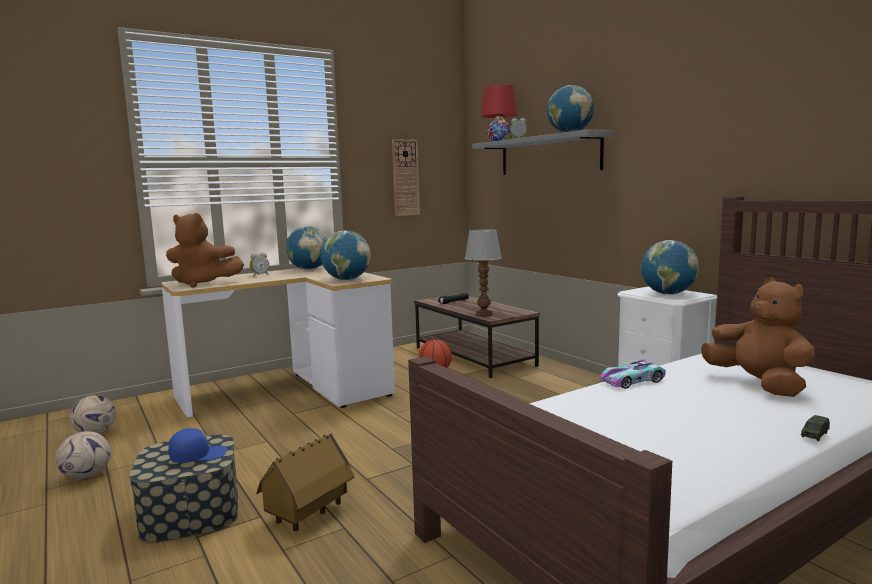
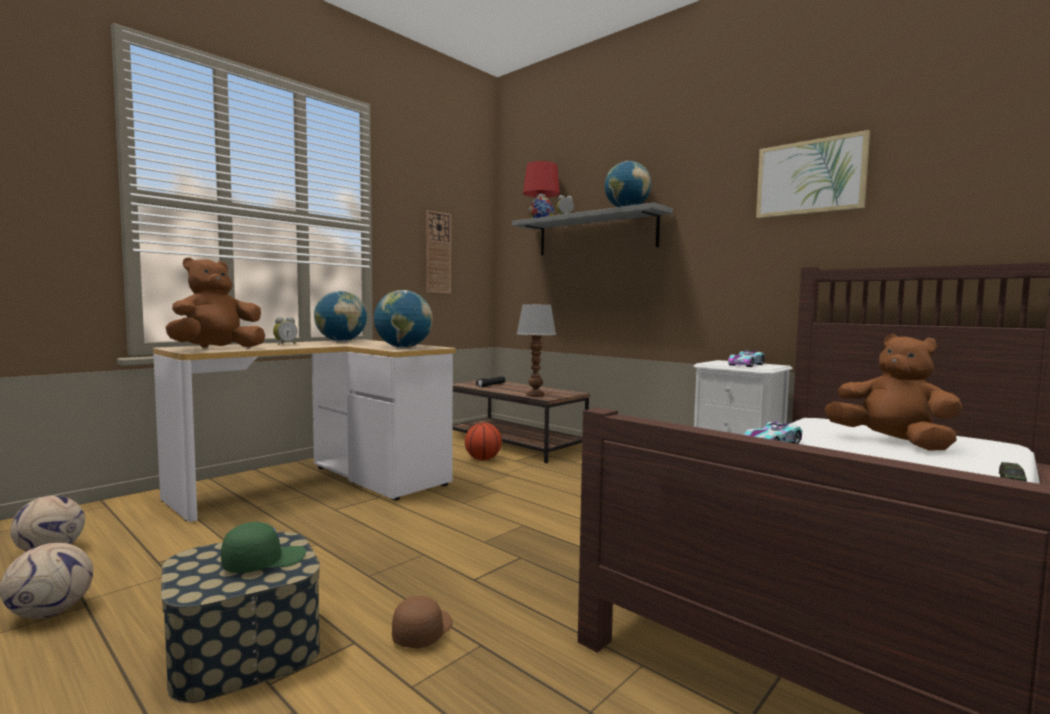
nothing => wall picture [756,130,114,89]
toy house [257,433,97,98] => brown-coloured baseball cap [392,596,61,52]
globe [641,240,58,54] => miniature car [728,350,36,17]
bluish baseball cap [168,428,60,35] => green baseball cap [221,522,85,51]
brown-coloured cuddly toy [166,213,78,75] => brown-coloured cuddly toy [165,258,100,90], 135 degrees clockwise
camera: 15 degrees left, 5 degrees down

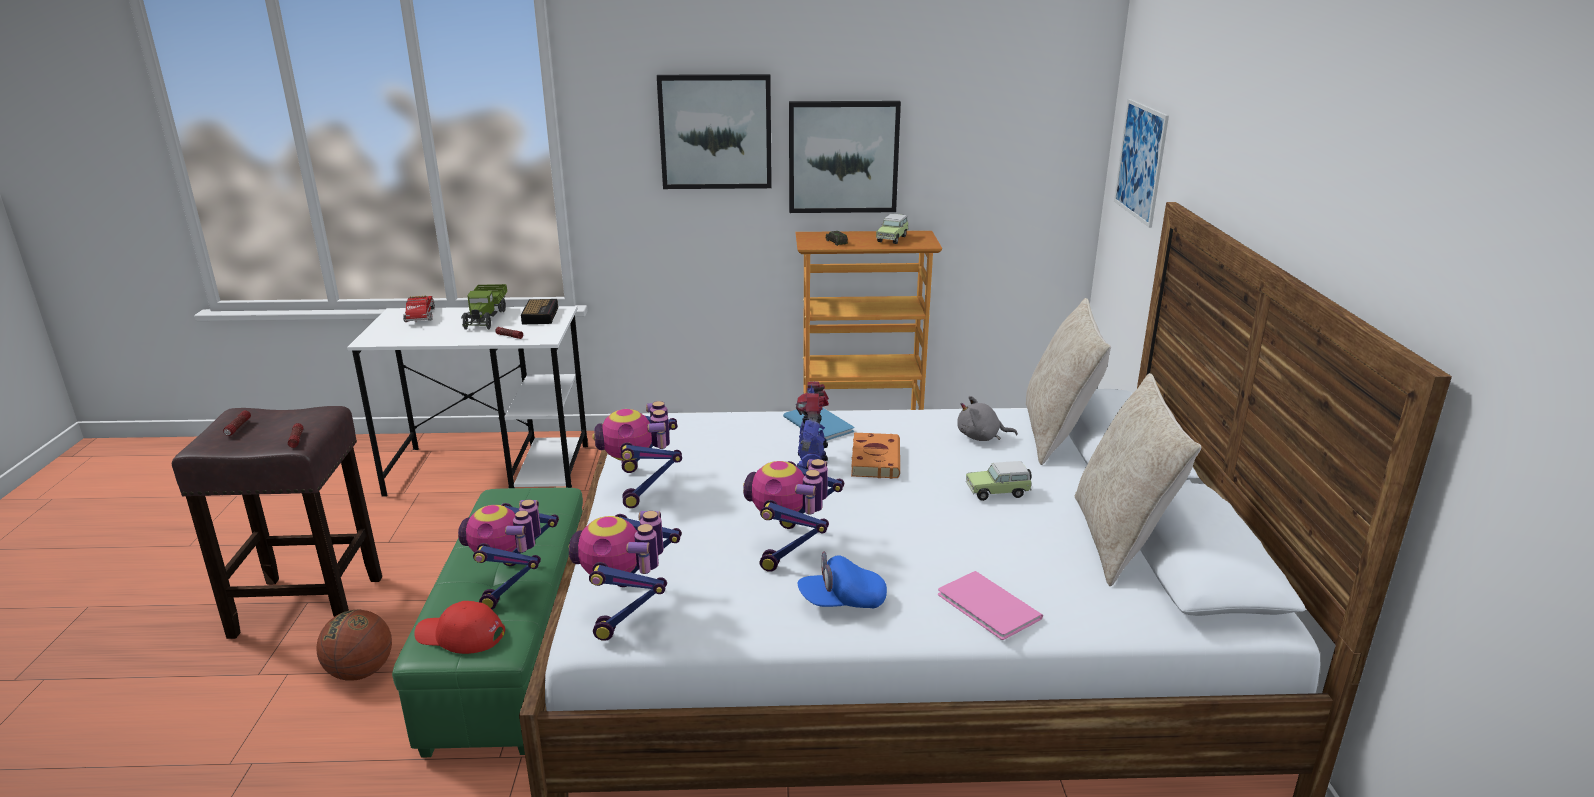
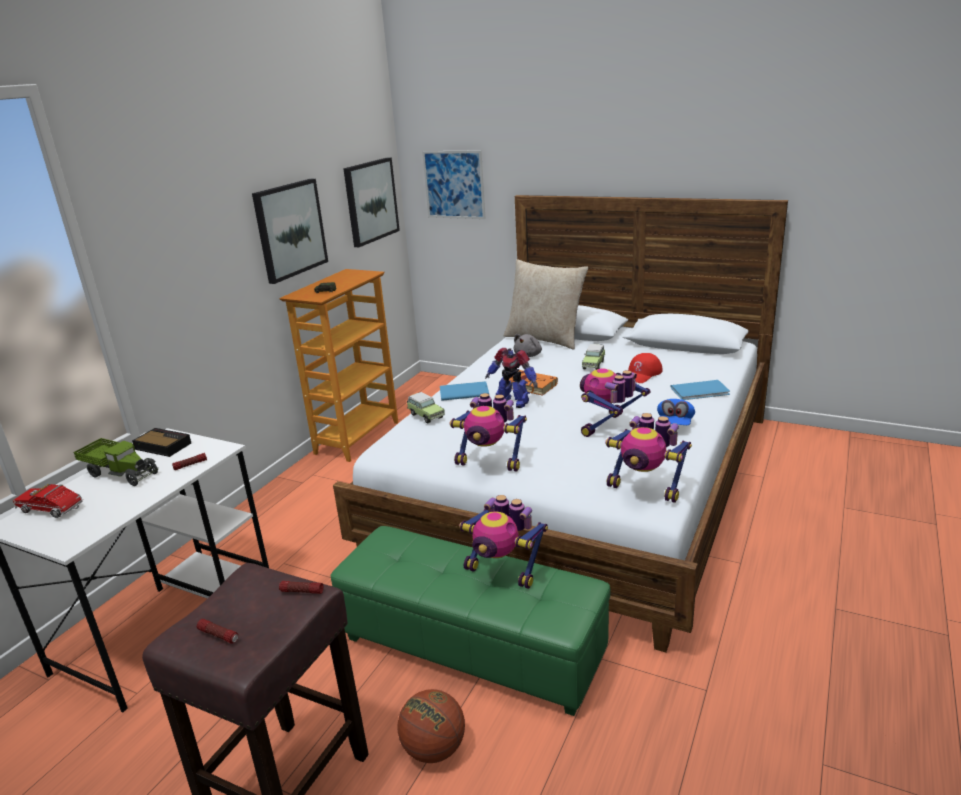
beige-coloured throw pillow [1075,373,126,213] => nothing
reddish baseball cap [414,601,91,53] => reddish baseball cap [628,353,35,30], moved
wall picture [657,74,115,115] => wall picture [343,158,57,89], moved
miniature car [876,214,33,30] => miniature car [407,392,38,31], moved
pinkish book [938,571,105,69] => bluish book [670,380,60,20]
robot figure [743,459,101,113] => robot figure [580,368,70,69], 90 degrees clockwise
camera: 60 degrees left, 0 degrees up

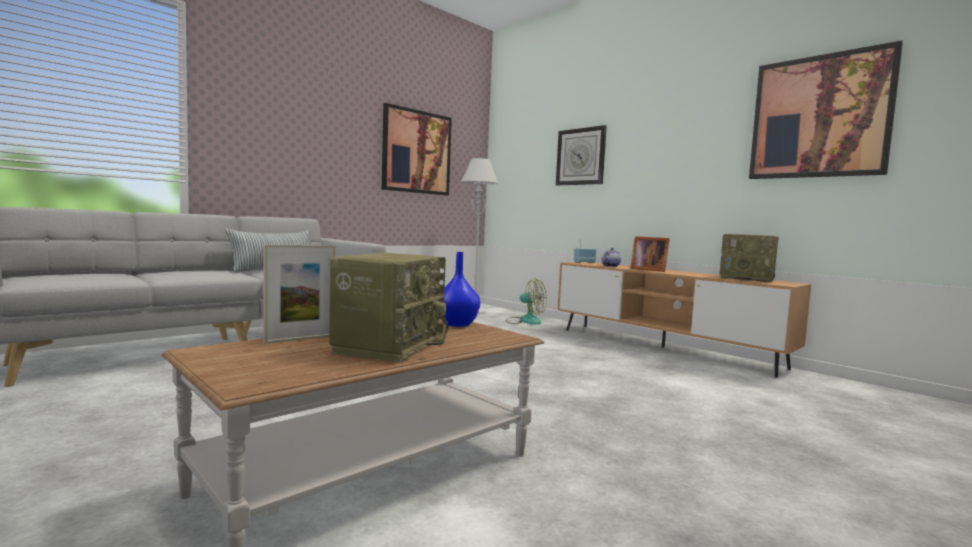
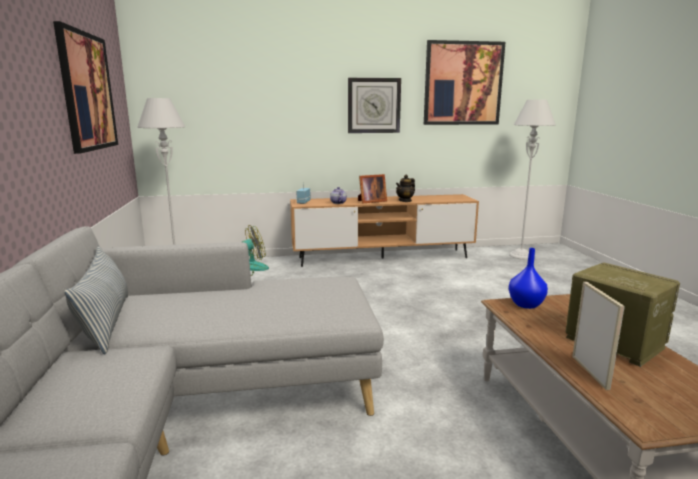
radio [720,234,59,49] => nothing
nothing => tea pot [396,175,19,27]
nothing => grey floor lamp [509,100,47,160]
wall clock [556,125,51,60] => wall clock [348,78,53,55], moved
camera: 55 degrees left, 10 degrees up

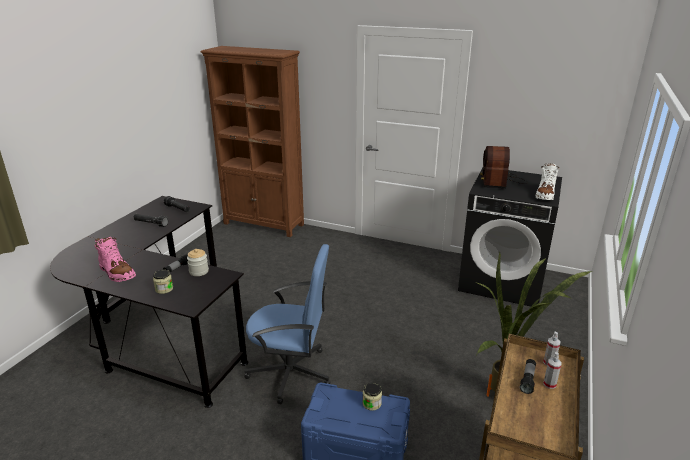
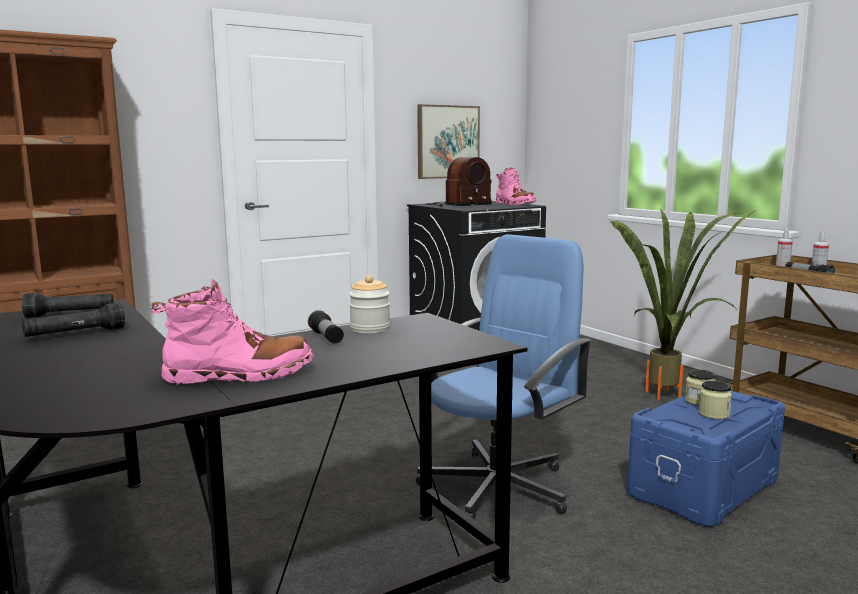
nothing => wall picture [417,104,63,75]
storage jar [153,270,20,24] => storage jar [699,381,33,38], moved
whitish boot [535,164,24,36] => pinkish boot [496,167,40,39]
radio [480,146,48,42] => radio [426,157,66,50], 75 degrees counterclockwise
camera: 55 degrees left, 15 degrees down

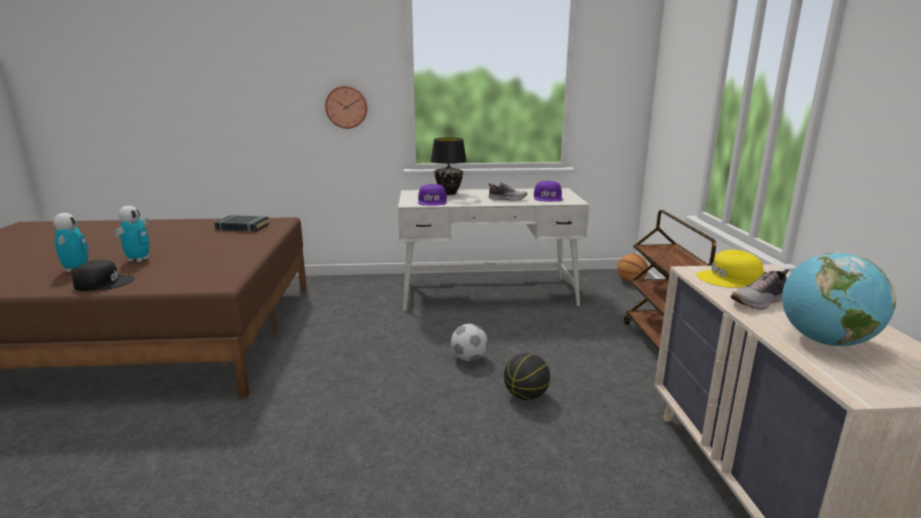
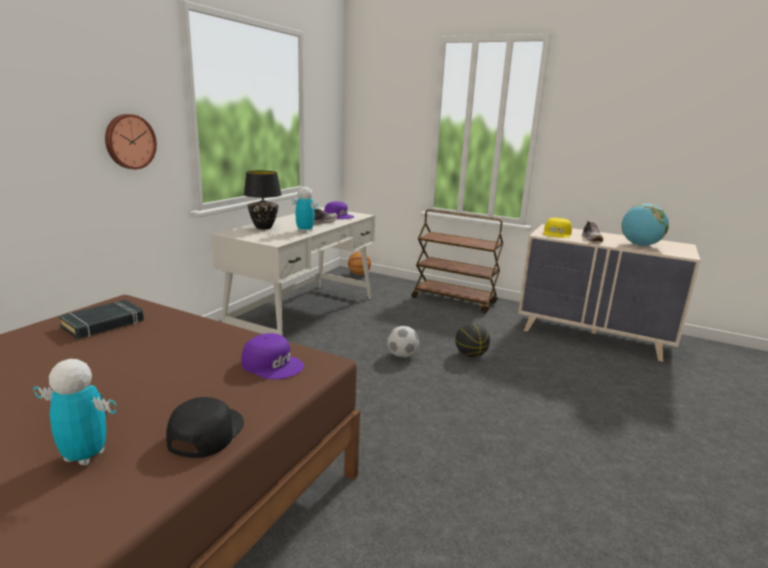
robot figure [113,206,37,56] => robot figure [292,187,27,46], moved
purple-coloured baseball cap [418,184,29,22] => purple-coloured baseball cap [241,333,63,46], moved
camera: 60 degrees left, 0 degrees up

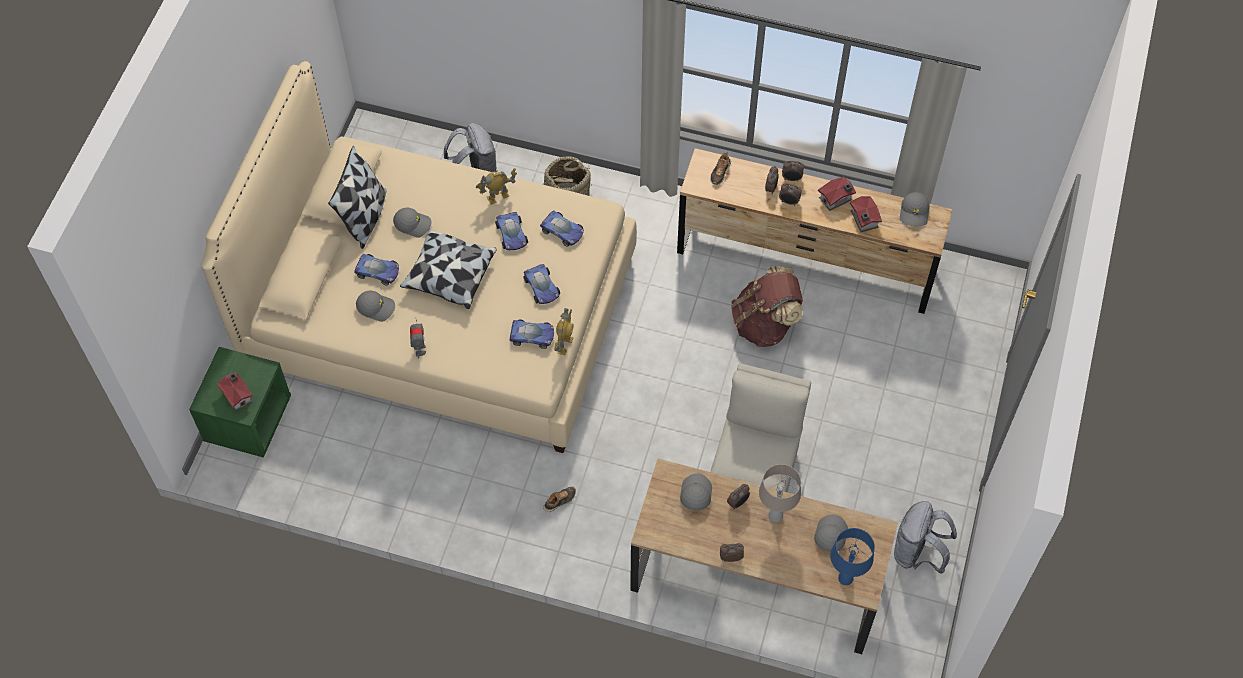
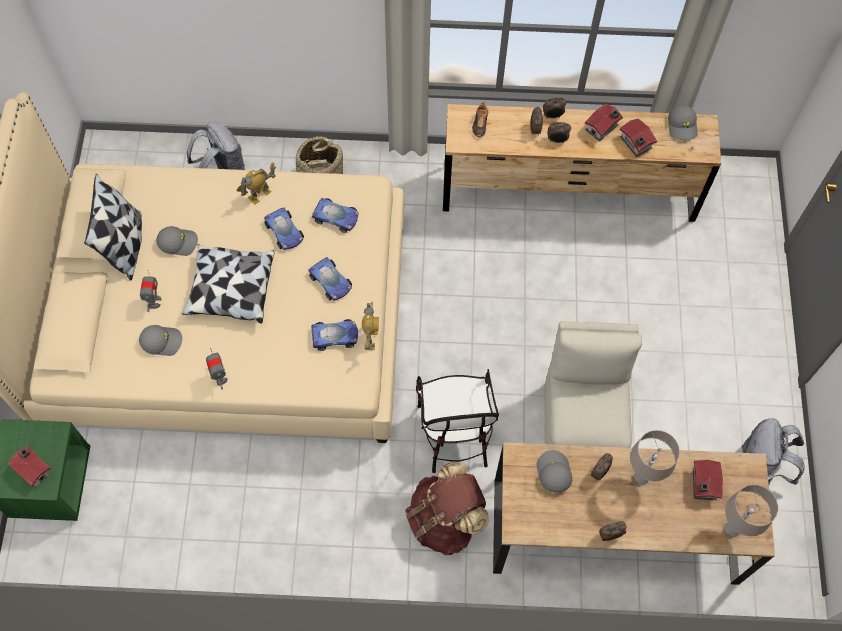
item of footwear [543,487,33,25] => nothing
nothing => plain chair [416,369,83,104]
brown-coloured knapsack [731,266,72,81] => brown-coloured knapsack [405,462,84,93], moved
miniature car [354,254,45,32] => robot figure [140,270,22,42]
grey baseball cap [814,514,34,38] => toy house [693,460,30,40]
bluish lamp for a table [830,528,45,57] => beige-coloured lamp for a table [725,485,53,52]
camera: 15 degrees left, 5 degrees up

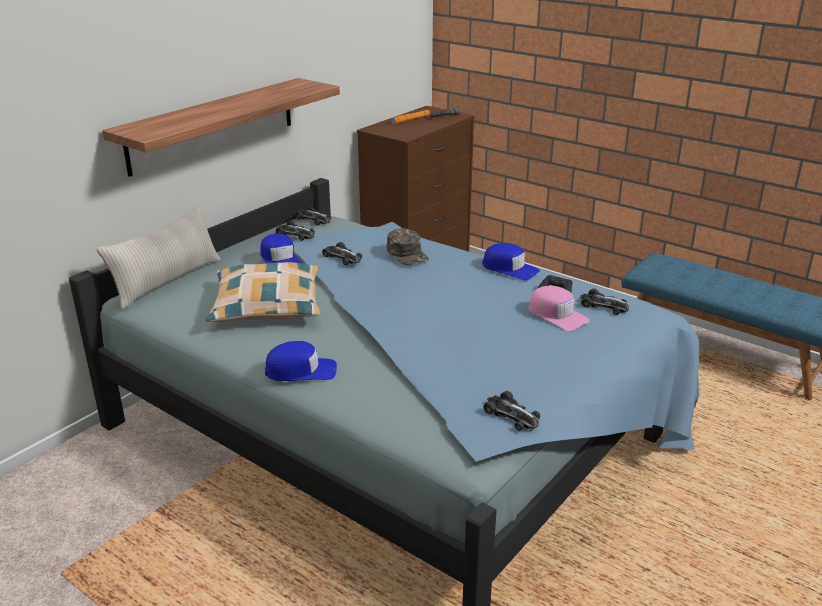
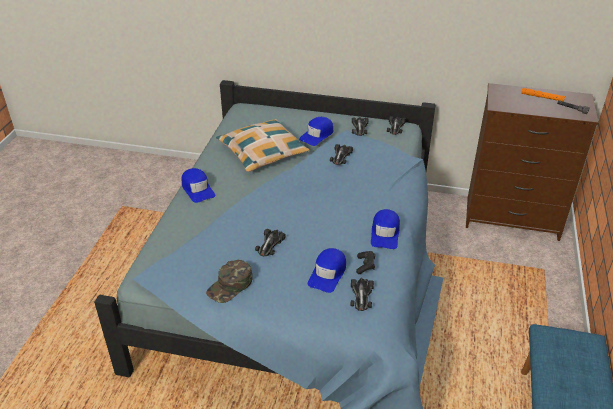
beige-coloured throw pillow [97,205,124,104] => nothing
shelf [102,78,238,99] => nothing
green baseball cap [387,228,42,37] => green baseball cap [206,260,47,43], moved
miniature car [483,391,57,40] => miniature car [255,229,31,27], moved
pinkish baseball cap [528,286,62,45] => bluish baseball cap [308,248,38,45]
camera: 65 degrees right, 10 degrees up

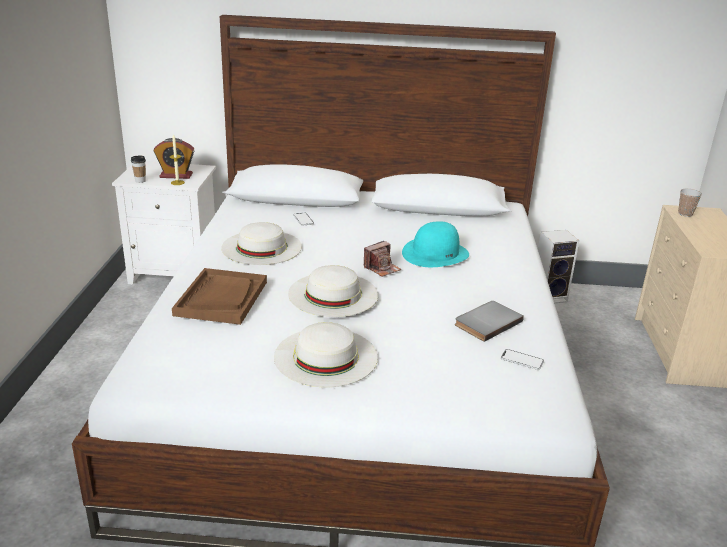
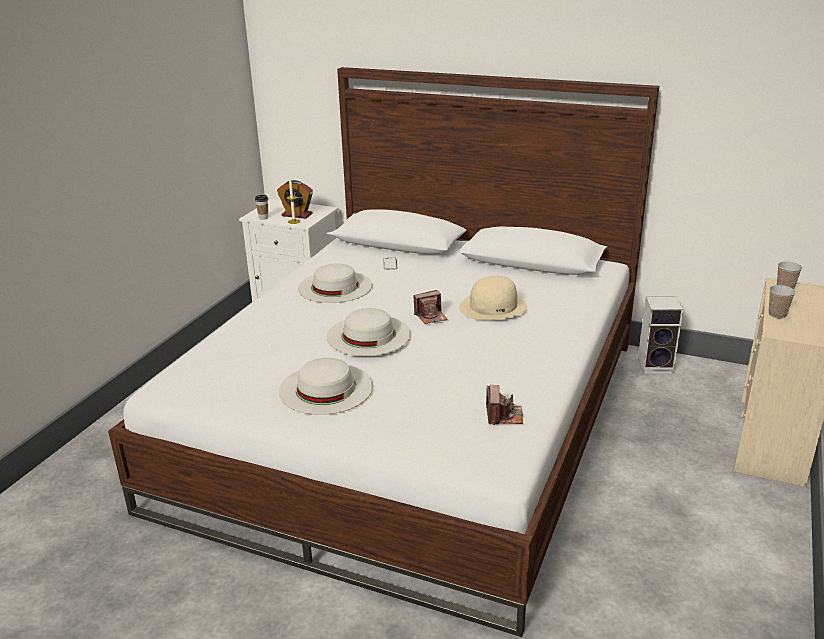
brown-coloured tray [172,268,95,57] => nothing
grey book [455,301,69,41] => nothing
nothing => small cup [769,285,27,33]
telephone [501,349,43,21] => still camera [486,385,37,40]
blue-green hat [402,221,67,46] => beige-coloured hat [459,276,69,44]
camera: 20 degrees right, 0 degrees up

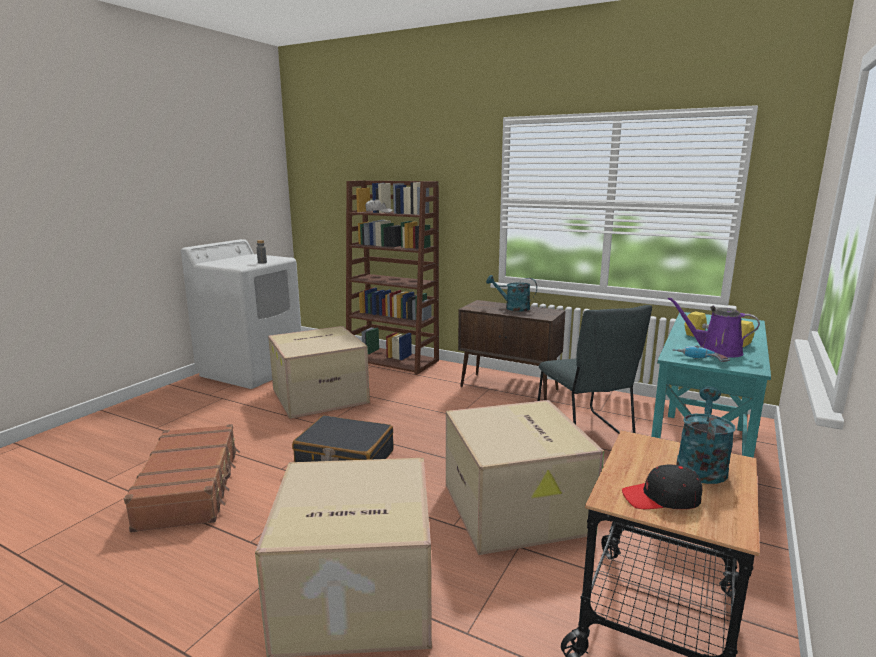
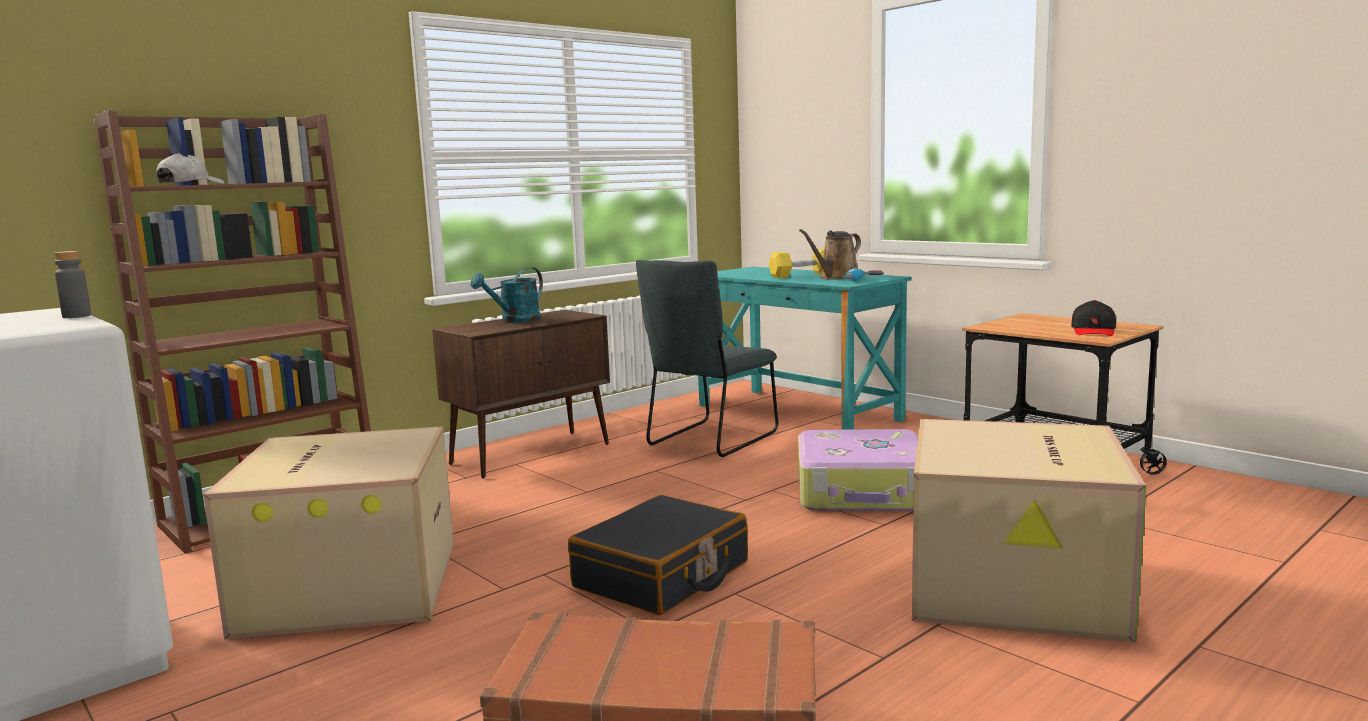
blue-green watering can [676,386,60,98] => nothing
packing box [446,400,158,155] => travel case [798,429,120,82]
purple-coloured watering can [668,297,92,61] => brown-coloured watering can [799,229,62,51]
grey plain chair [537,305,115,129] => grey plain chair [636,260,143,197], 120 degrees clockwise
camera: 70 degrees left, 5 degrees down

